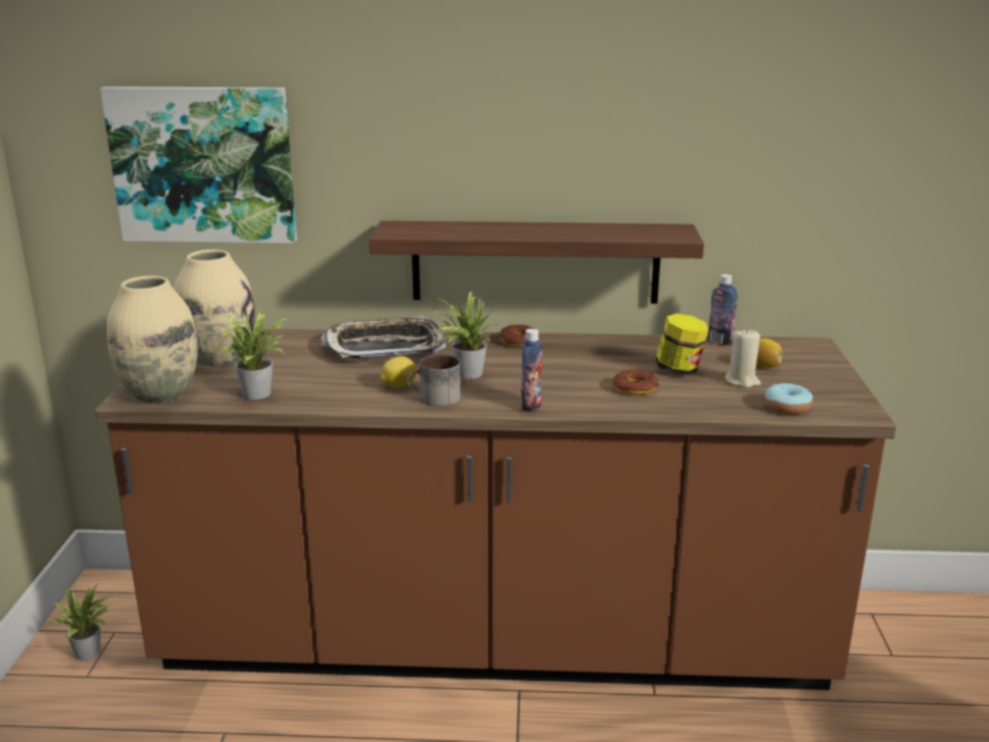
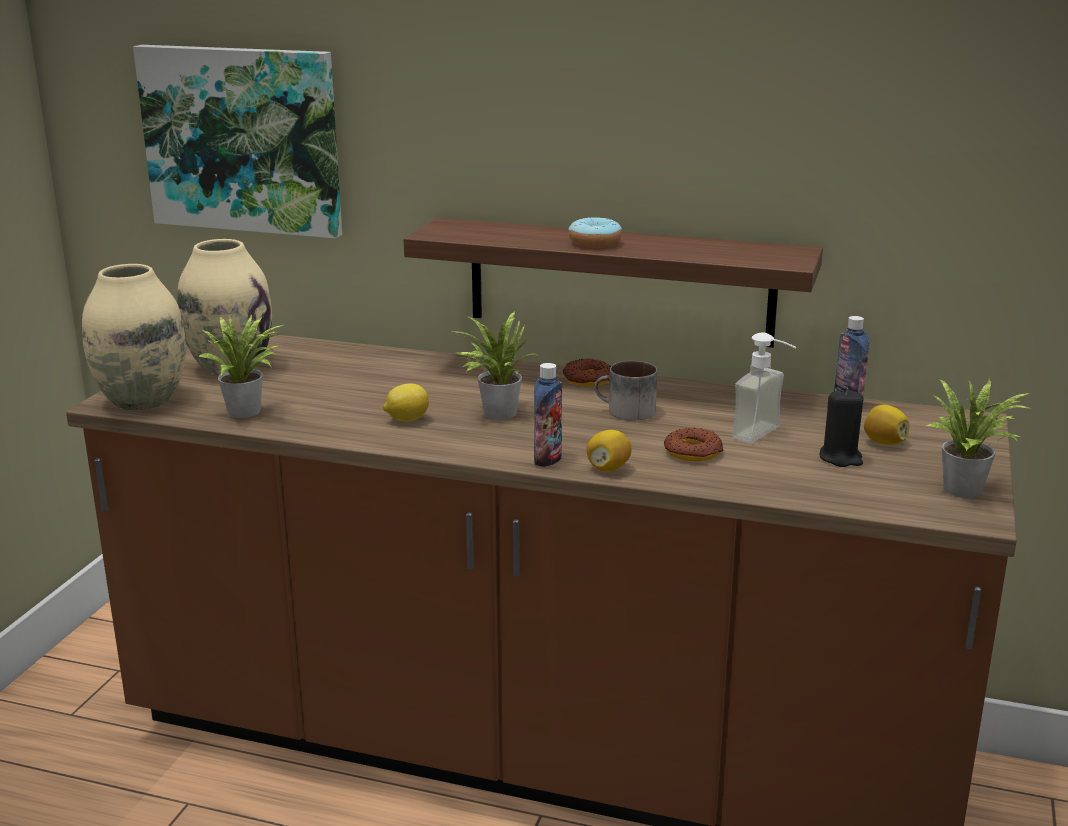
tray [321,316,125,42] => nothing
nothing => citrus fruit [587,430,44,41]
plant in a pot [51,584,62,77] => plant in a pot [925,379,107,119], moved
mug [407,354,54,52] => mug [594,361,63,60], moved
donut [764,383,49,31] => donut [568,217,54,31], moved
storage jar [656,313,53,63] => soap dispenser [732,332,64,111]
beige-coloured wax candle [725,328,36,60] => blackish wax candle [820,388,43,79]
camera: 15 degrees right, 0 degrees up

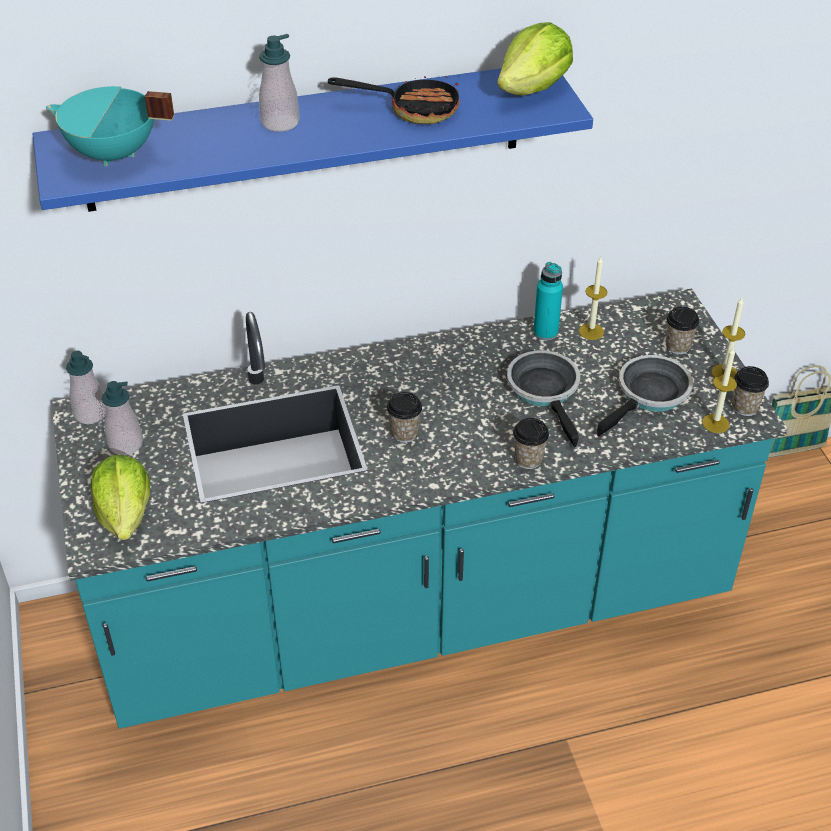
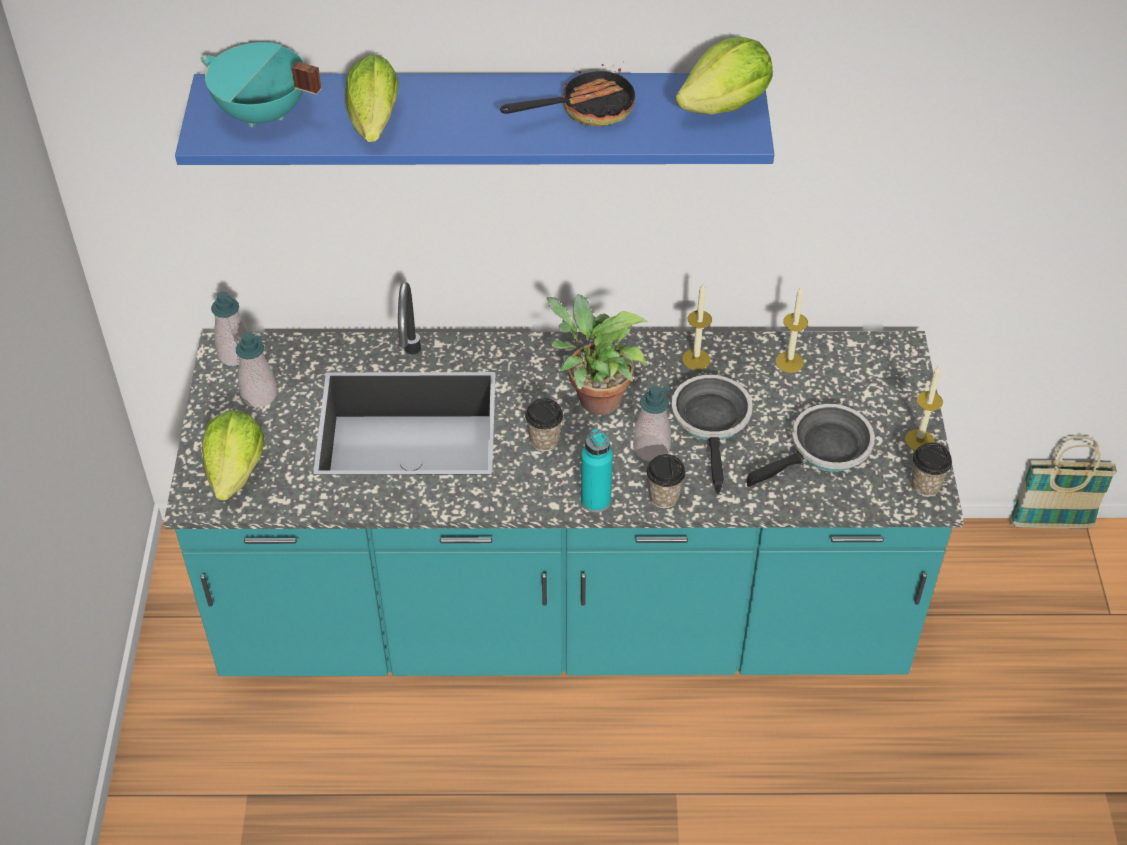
small cup [666,307,33,47] => nothing
nothing => head of lettuce [345,54,53,88]
nothing => plant in a pot [547,294,101,121]
soap dispenser [259,34,41,98] => soap dispenser [633,386,38,76], moved
blue-green bottle [533,262,30,79] => blue-green bottle [581,429,32,83], moved
wax candle [702,348,35,85] => wax candle [682,284,30,86], moved
pan [328,76,132,48] => pan [500,64,135,62], 45 degrees counterclockwise
camera: 15 degrees right, 5 degrees up

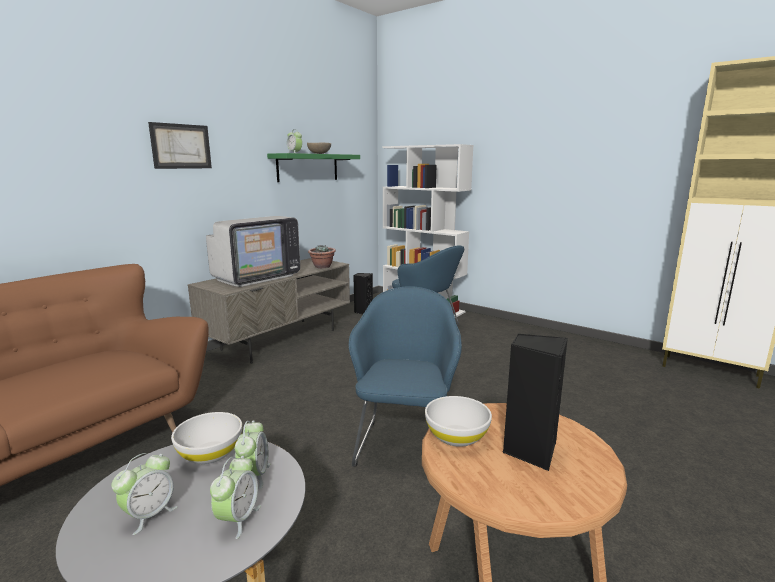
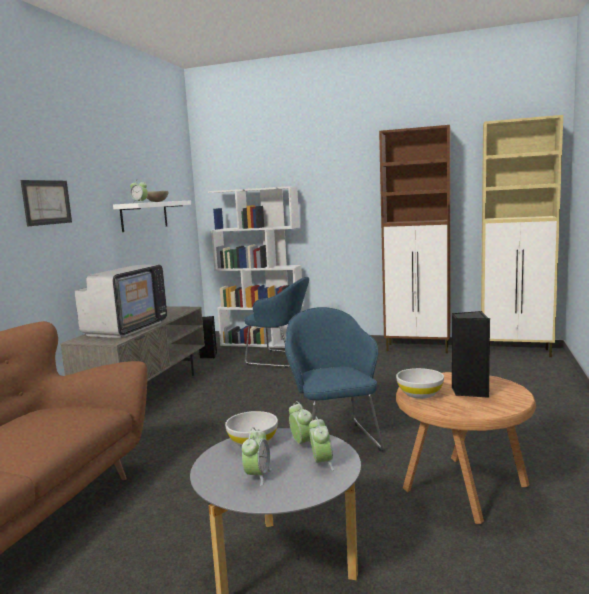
plant in a pot [308,245,28,23] => nothing
nothing => brown-coloured storage cabinet [379,125,71,228]
green shelf [267,153,93,29] => whitish shelf [113,200,78,32]
camera: 20 degrees left, 5 degrees down

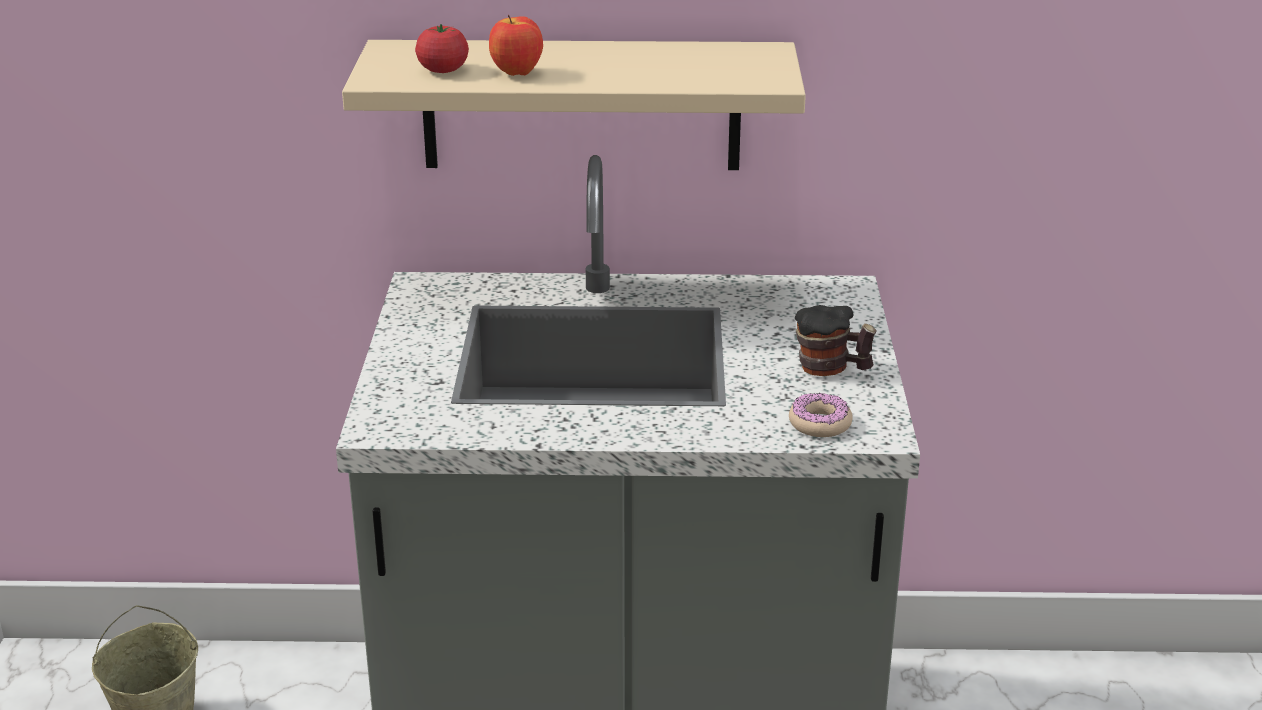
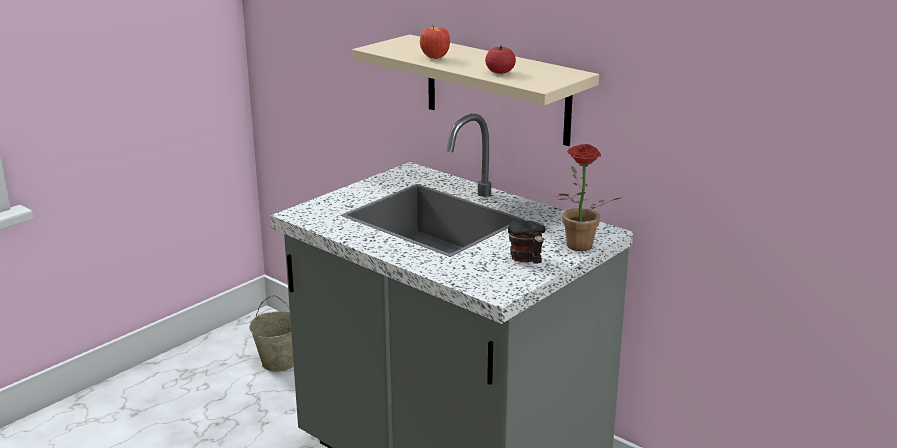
donut [789,393,64,44] => nothing
nothing => plant in a pot [556,144,67,107]
whole tomato [415,24,54,49] => whole tomato [485,45,31,29], moved
camera: 40 degrees right, 5 degrees down

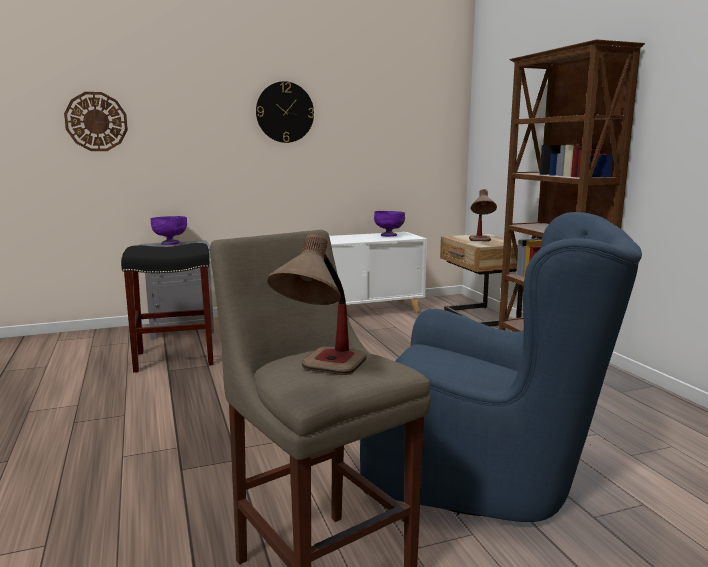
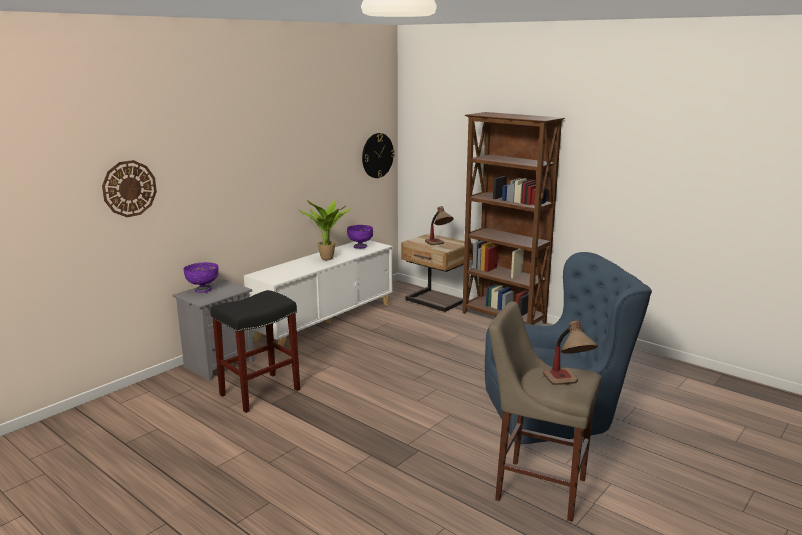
nothing => plant in a pot [298,199,53,61]
wall clock [256,81,58,62] => wall clock [362,133,33,45], moved
camera: 30 degrees left, 5 degrees up

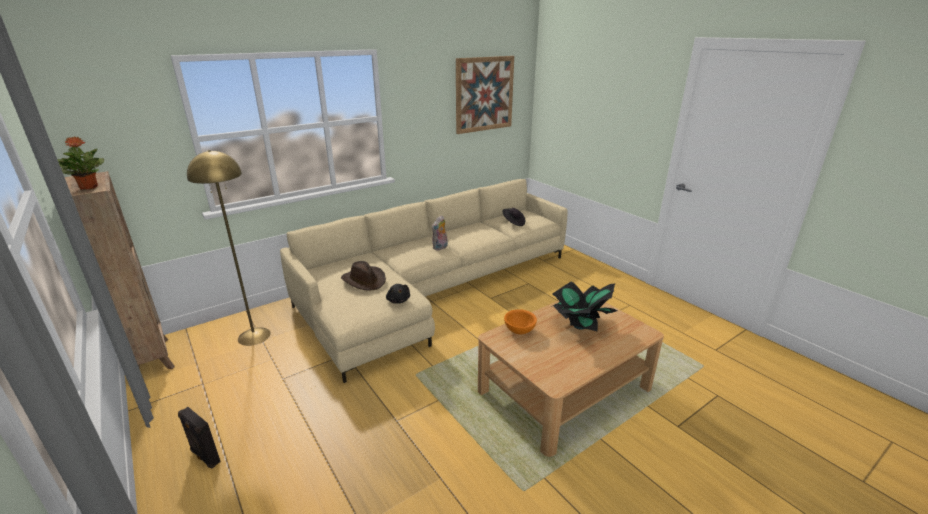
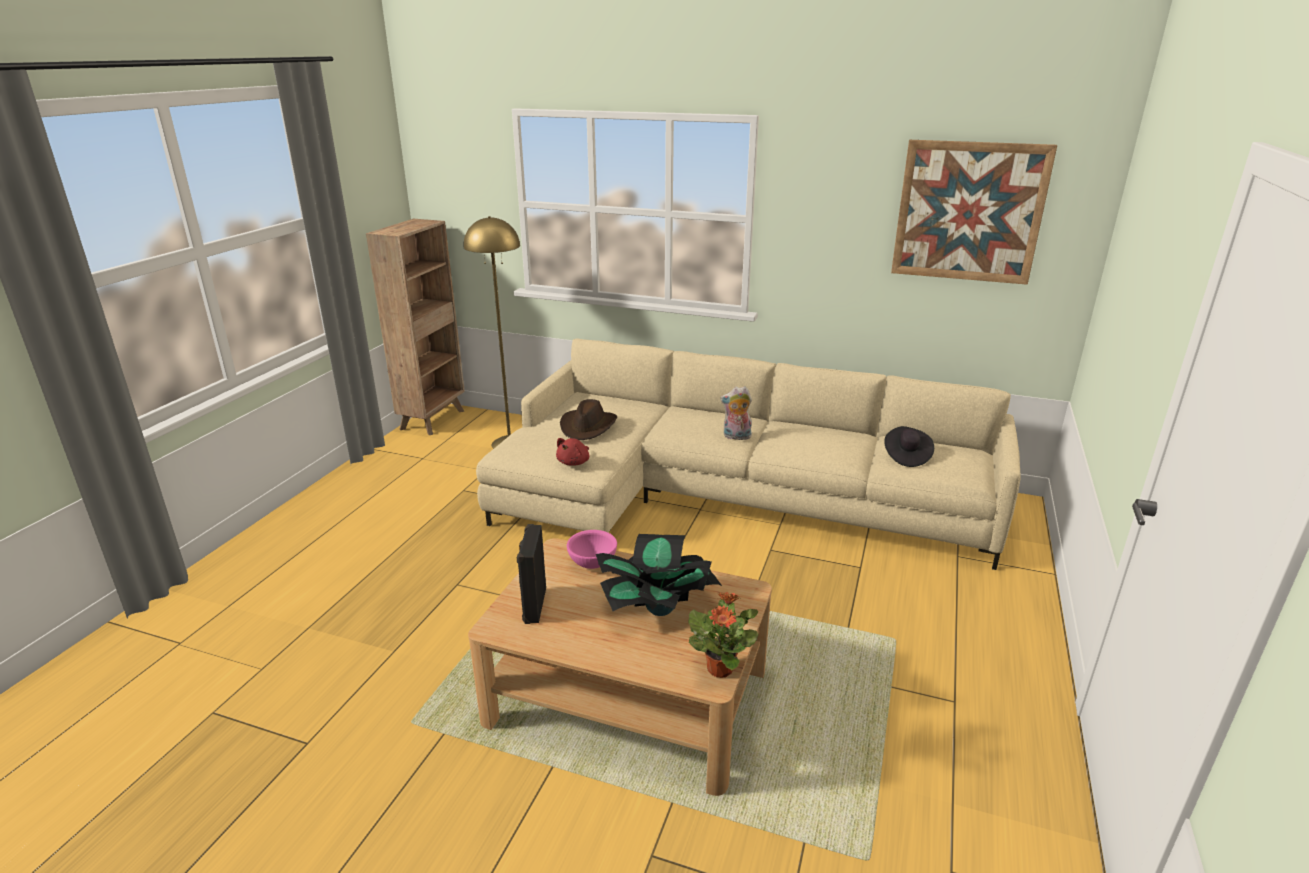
plant in a pot [57,136,47,54] => plant in a pot [688,592,71,86], moved
blackish audio speaker [178,407,43,61] => blackish audio speaker [517,524,29,100], moved
blackish cuddly toy [386,284,24,20] => reddish cuddly toy [556,438,34,28]
orange deep dish [504,309,33,25] => pinkish deep dish [567,530,50,39]
camera: 55 degrees right, 0 degrees up

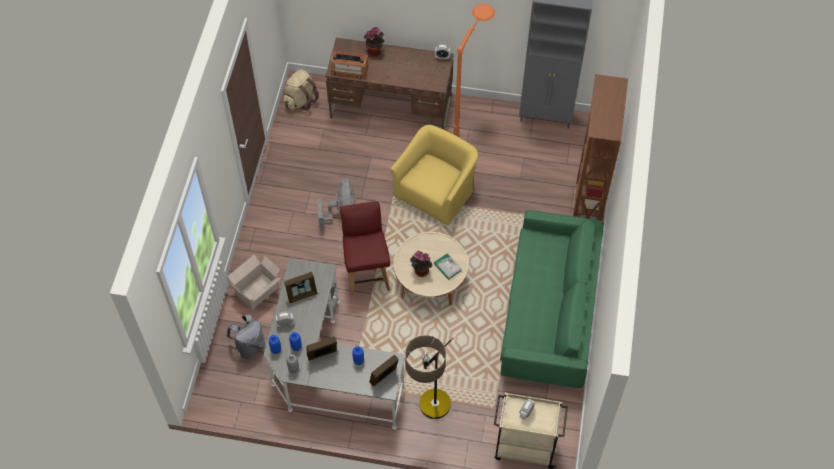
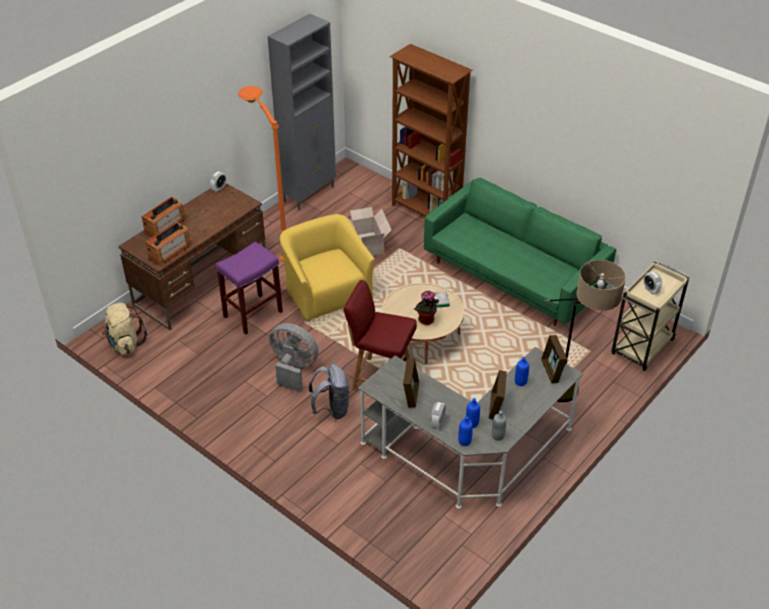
nothing => purple-coloured sitting stool [215,242,68,92]
grey knapsack [227,314,39,45] => grey knapsack [309,364,40,55], moved
packing box [228,255,53,55] => packing box [343,207,48,49], moved
plant in a pot [364,27,21,30] => radio [142,197,44,40]
camera: 60 degrees left, 15 degrees down

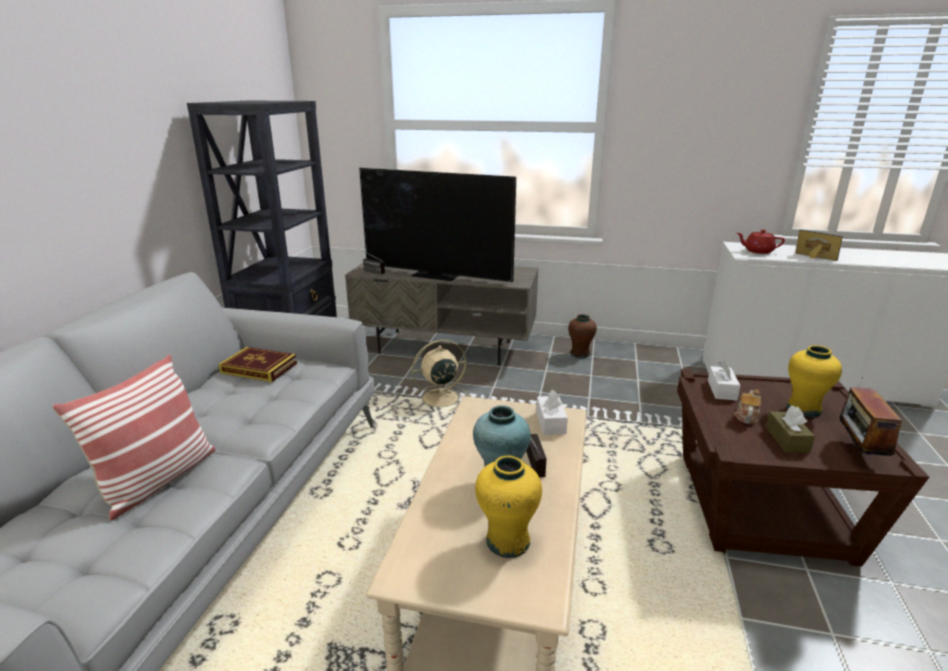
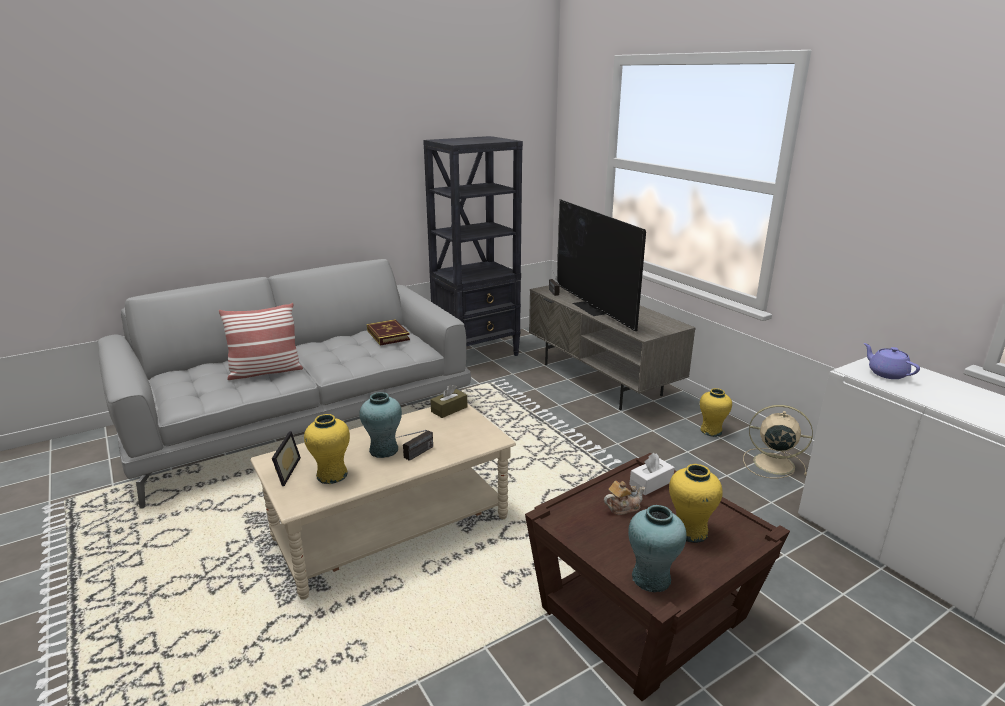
whitish tissue box [536,390,32,45] => nothing
beige-coloured electric fan [412,340,59,71] => beige-coloured electric fan [743,405,70,74], moved
brown-coloured tissue box [766,405,49,48] => brown-coloured tissue box [430,384,37,34], moved
standing frame [796,230,47,31] => standing frame [272,431,29,55], moved
radio [839,387,64,69] => blue-green decorative vase [628,505,59,87]
brown-coloured decorative vase [568,314,29,44] => yellowish decorative vase [700,388,32,49]
reddish tea pot [737,229,48,25] => purple-coloured tea pot [864,343,56,36]
camera: 45 degrees right, 0 degrees up

